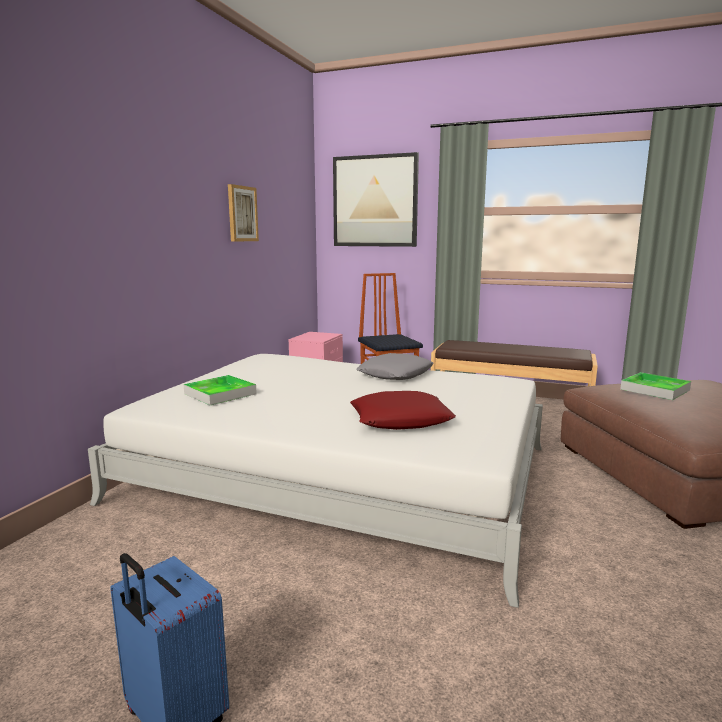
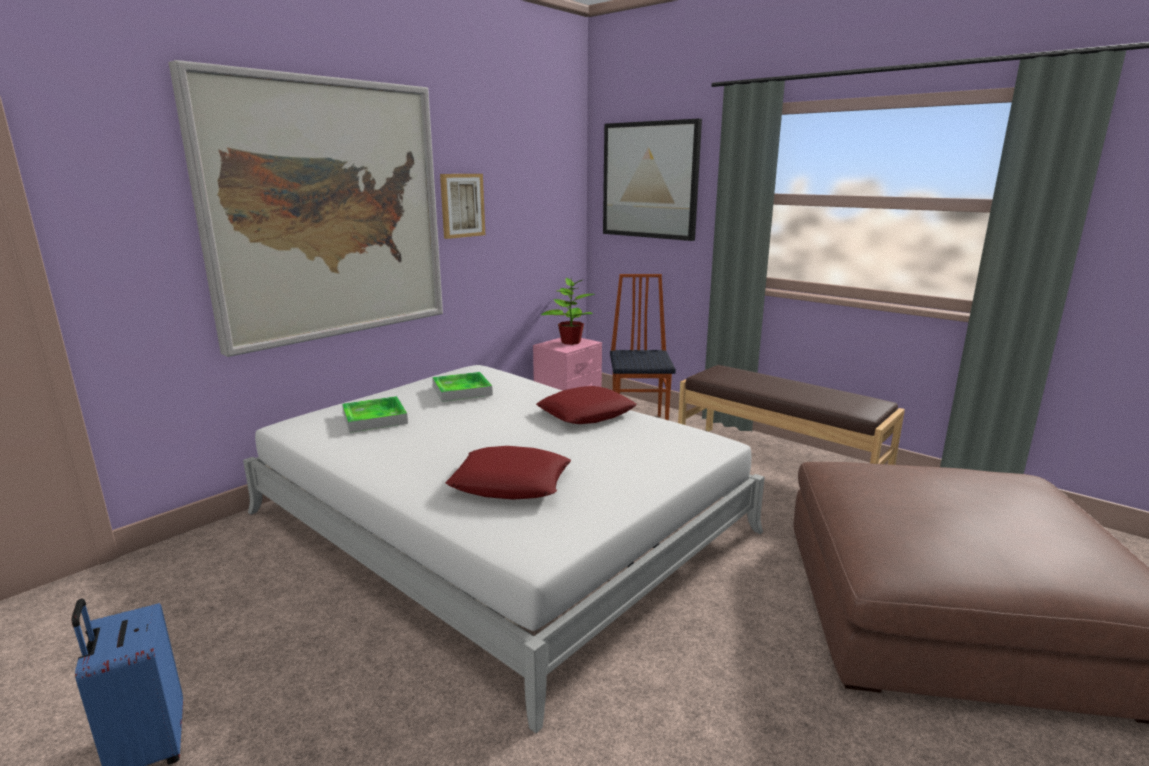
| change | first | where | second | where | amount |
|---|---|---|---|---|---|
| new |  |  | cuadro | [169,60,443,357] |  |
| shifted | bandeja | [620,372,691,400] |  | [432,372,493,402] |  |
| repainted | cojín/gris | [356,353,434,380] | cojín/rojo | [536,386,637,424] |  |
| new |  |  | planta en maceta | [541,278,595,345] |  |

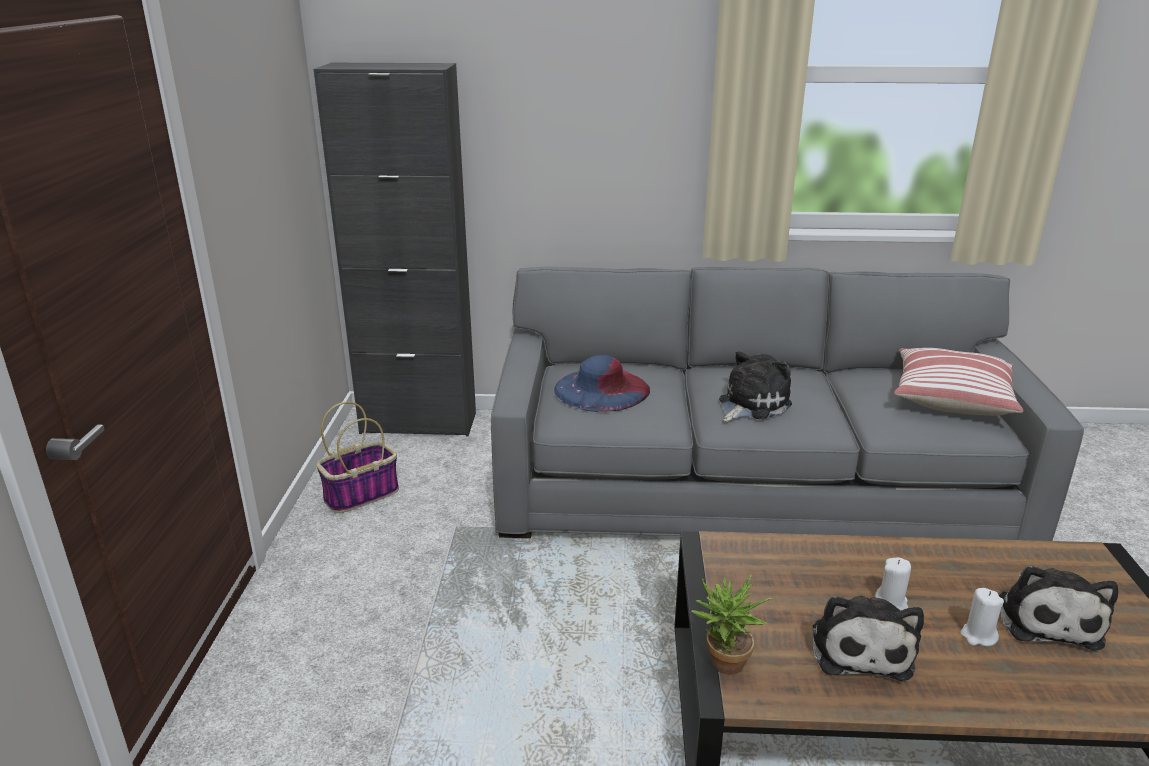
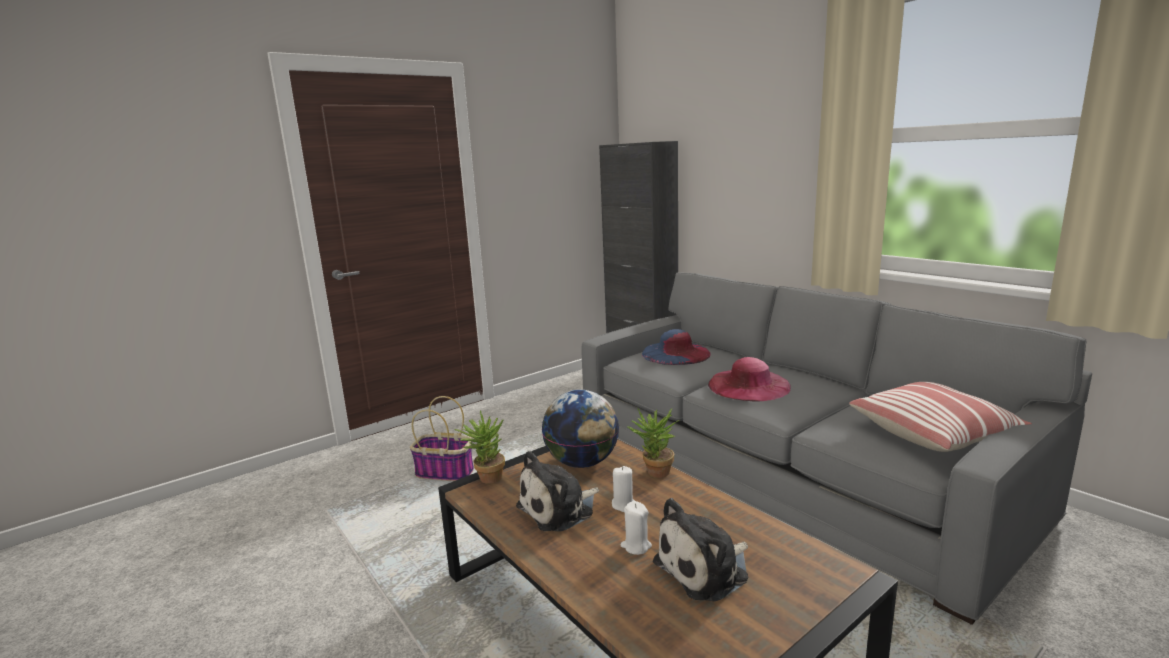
| change | first | where | second | where | amount |
|---|---|---|---|---|---|
| shifted | cesta | [316,402,399,513] |  | [410,396,474,481] |  |
| new |  |  | globo terráqueo | [542,390,619,468] |  |
| new |  |  | planta en maceta | [628,408,680,478] |  |
| swapped | peluche | [719,351,792,422] | sombrero/rosa | [708,357,791,401] |  |

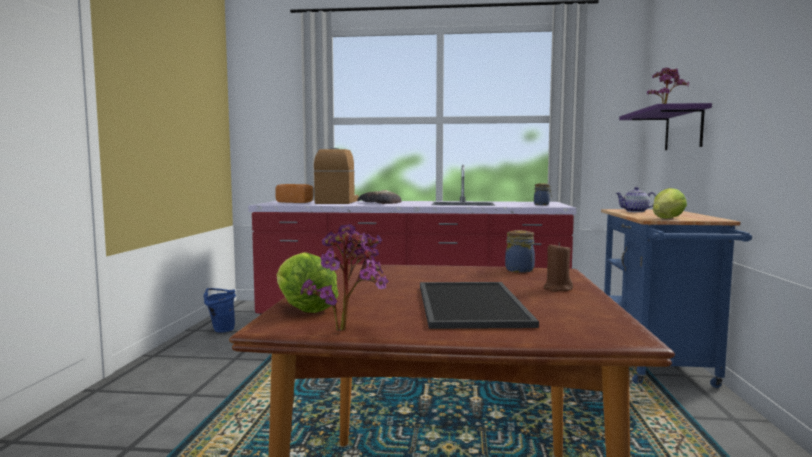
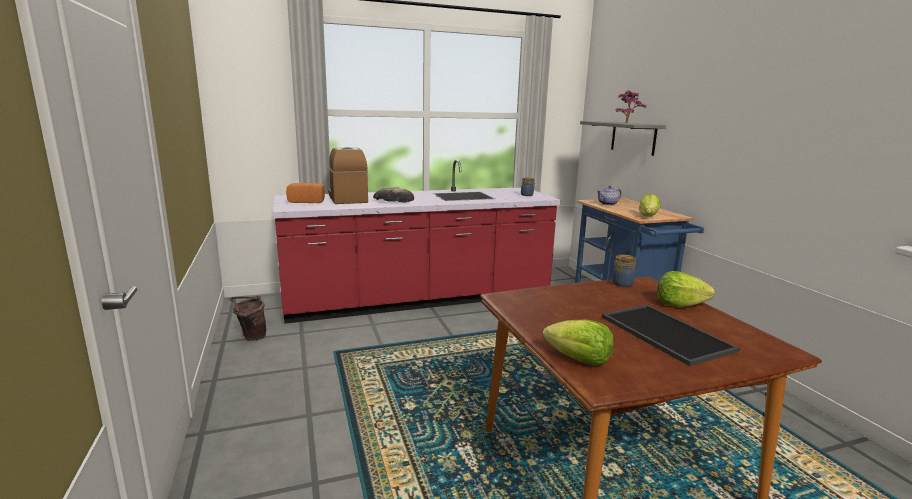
| change | first | where | second | where | amount |
|---|---|---|---|---|---|
| repainted | cubo/azul | [203,288,236,333] | cubo/marrón | [229,296,266,341] |  |
| repainted | estante/morado | [619,103,712,150] | estante/gris | [580,121,666,156] |  |
| swapped | vela/marrón | [544,242,573,292] | lechuga | [657,271,715,307] |  |
| gone | planta en maceta | [300,224,389,331] |  |  |  |

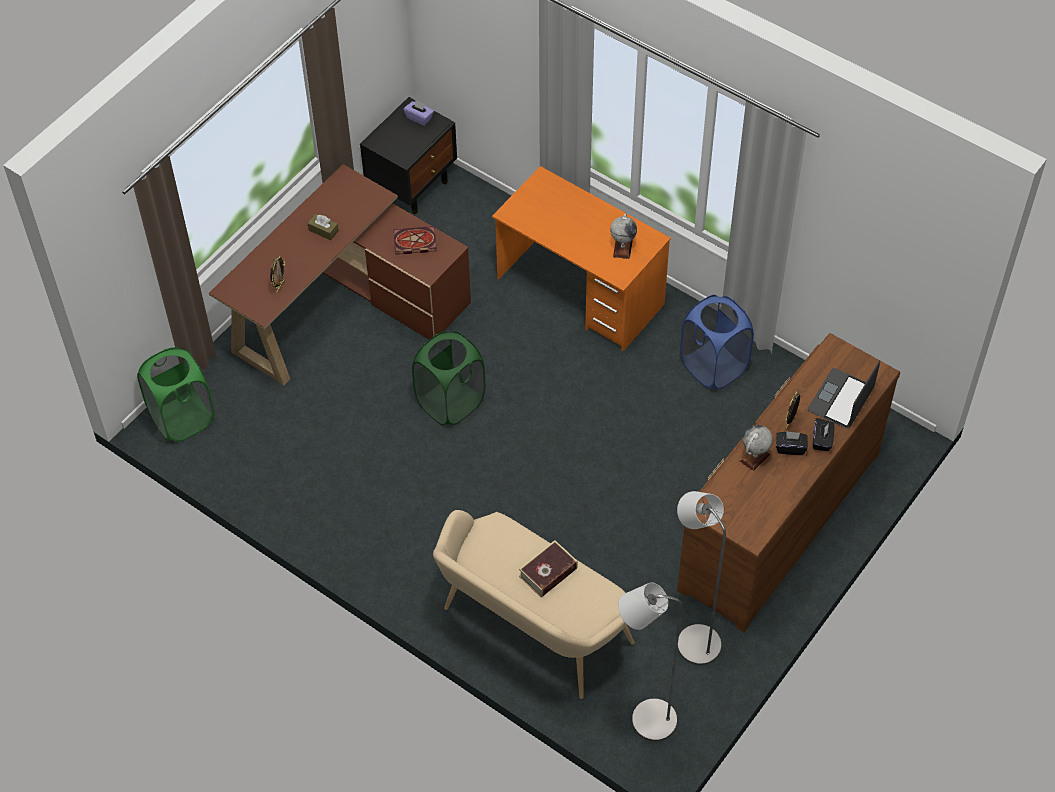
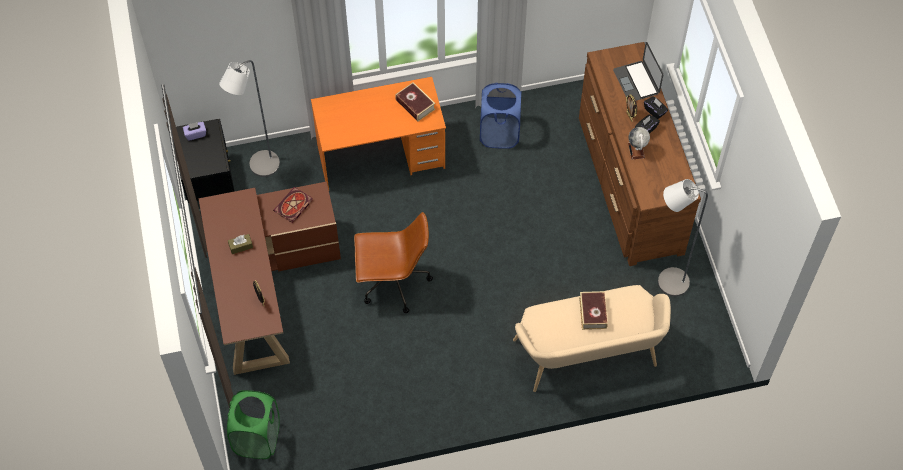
| change | first | where | second | where | amount |
|---|---|---|---|---|---|
| shifted | lámpara de pie/gris | [618,583,682,742] |  | [219,60,280,177] |  |
| swapped | cesto de la ropa/verde | [412,331,486,426] | silla de oficina/marrón | [354,212,433,313] |  |
| swapped | globo terráqueo | [610,214,637,259] | libro | [395,82,435,121] |  |

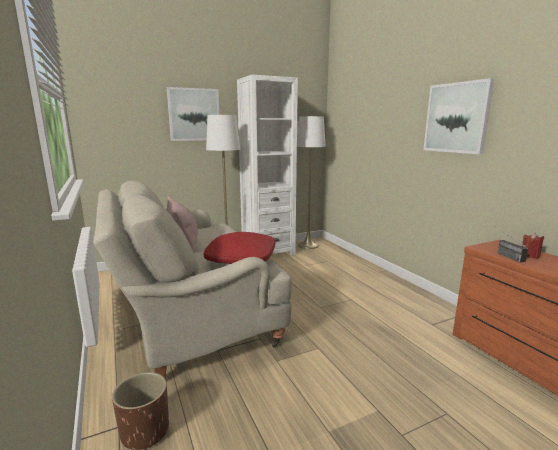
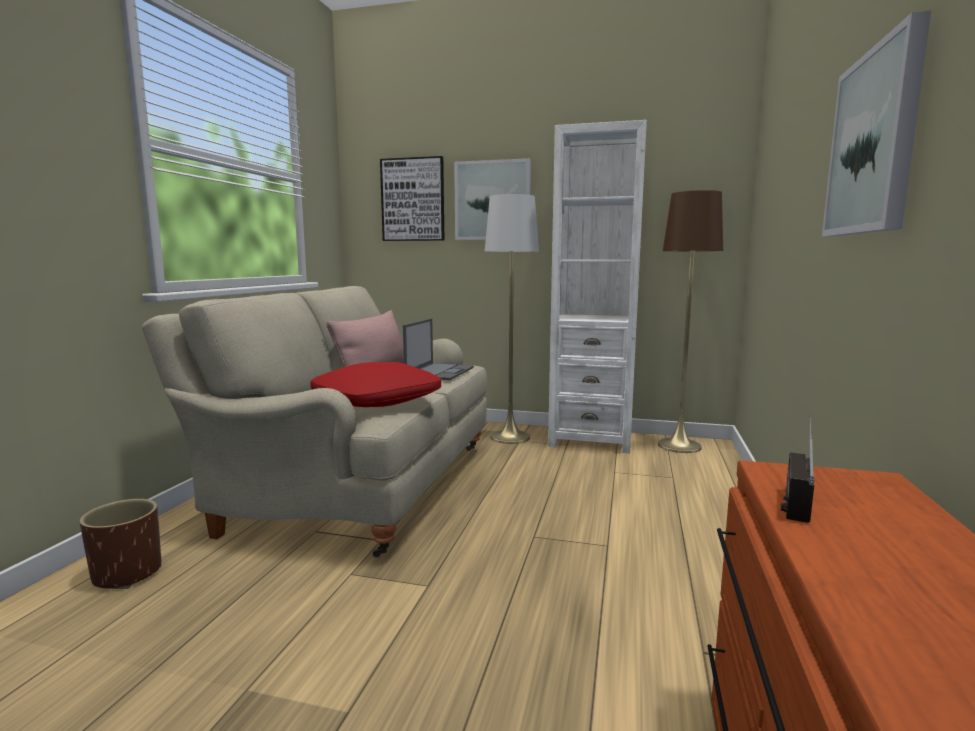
| change | first | where | second | where | amount |
|---|---|---|---|---|---|
| new |  |  | cuadro | [380,156,444,241] |  |
| new |  |  | portátil | [403,319,474,380] |  |
| repainted | lámpara de pie/blanco | [297,116,326,249] | lámpara de pie/marrón | [658,190,723,453] |  |
| gone | vela/rojo | [522,233,544,259] |  |  |  |

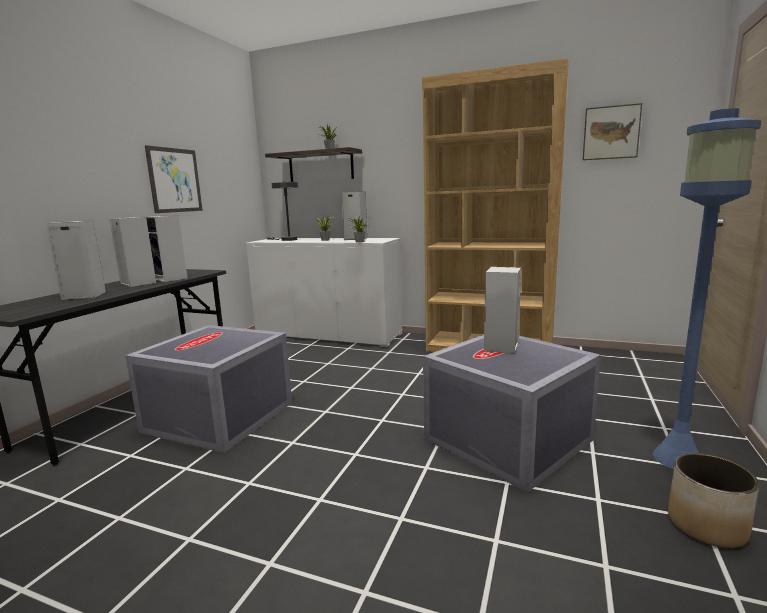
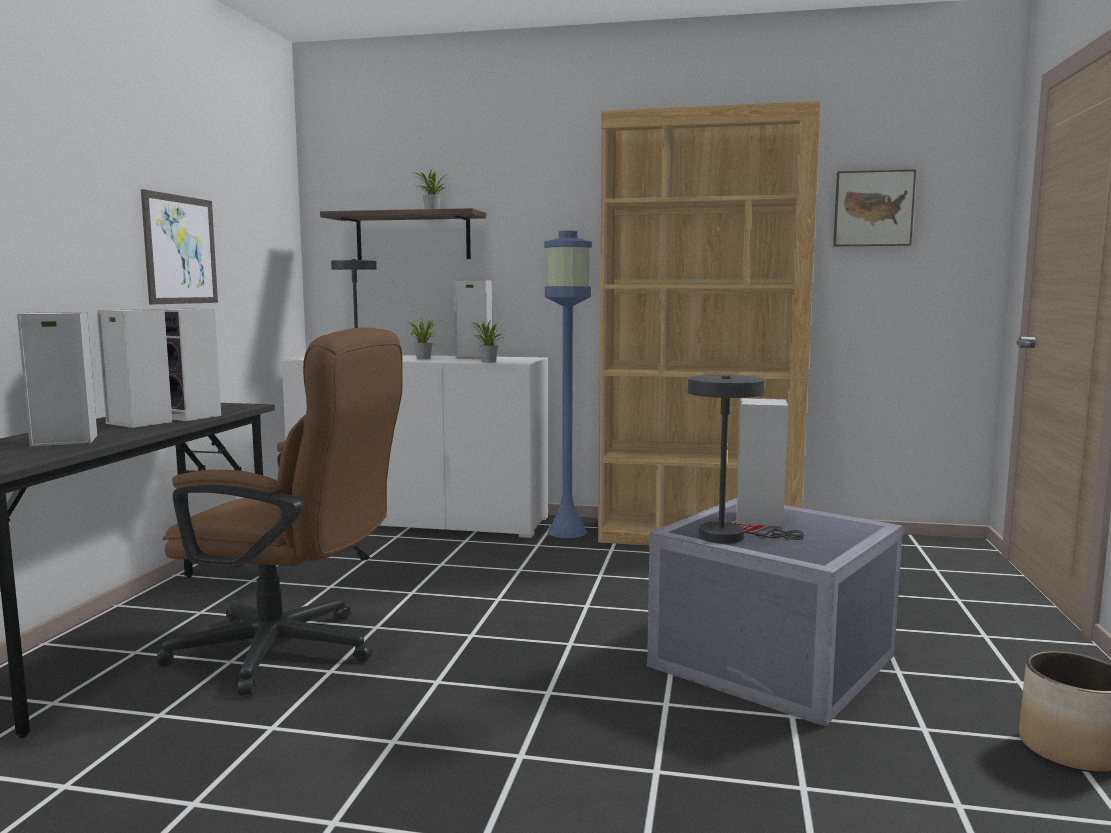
| change | first | where | second | where | amount |
|---|---|---|---|---|---|
| swapped | caja de almacenaje/gris | [125,325,292,453] | silla de oficina/marrón | [157,327,403,695] |  |
| shifted | lámpara de pie/azul | [653,108,761,469] |  | [544,231,592,538] |  |
| new |  |  | lámpara de mesa/gris | [688,375,804,544] |  |

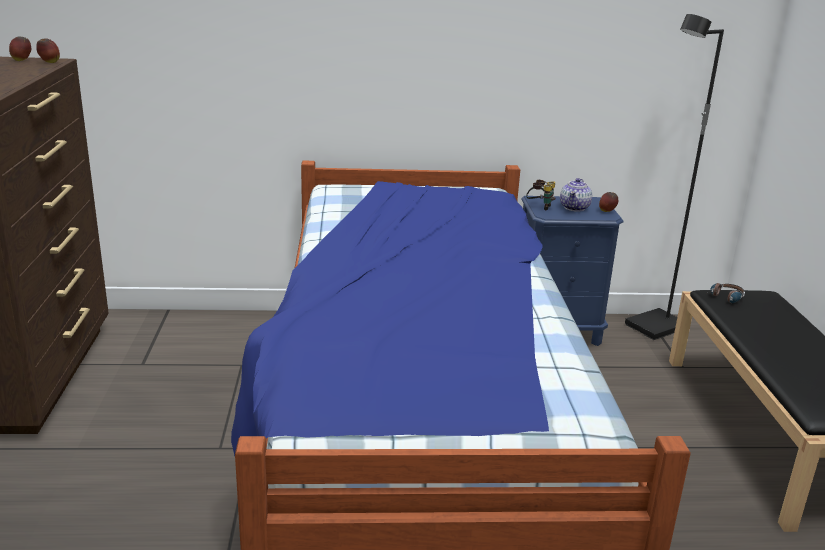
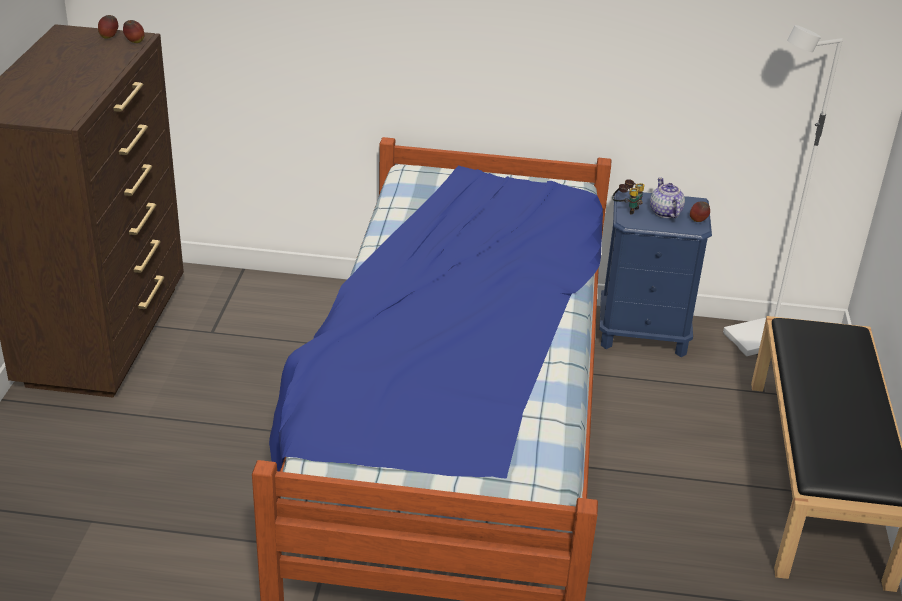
| change | first | where | second | where | amount |
|---|---|---|---|---|---|
| rotated | tetera | [560,178,592,212] |  | [650,177,685,218] | 135 degrees clockwise |
| repainted | lámpara de pie/negro | [625,14,724,340] | lámpara de pie/blanco | [723,25,843,356] |  |
| gone | auriculares | [710,283,745,303] |  |  |  |

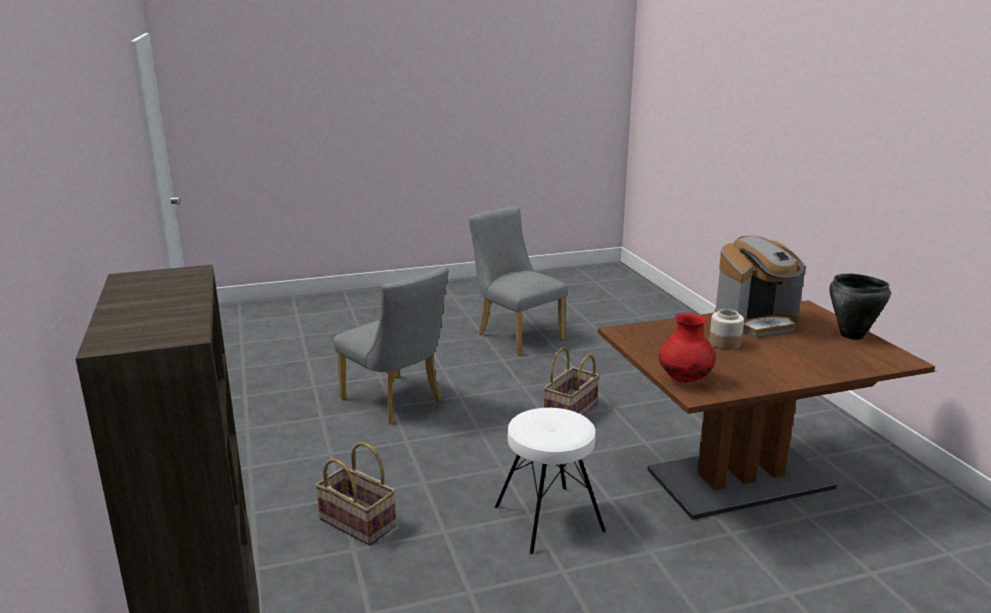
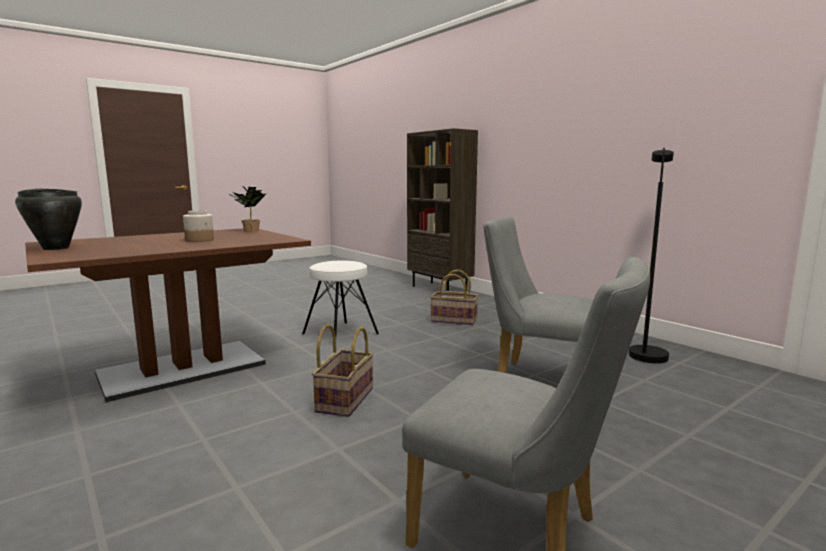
| change | first | where | second | where | amount |
|---|---|---|---|---|---|
| swapped | florero/rojo | [659,313,716,383] | planta en maceta | [229,187,266,232] |  |
| new |  |  | lámpara de pie/negro | [629,148,674,364] |  |
| gone | cafetera | [715,236,806,337] |  |  |  |

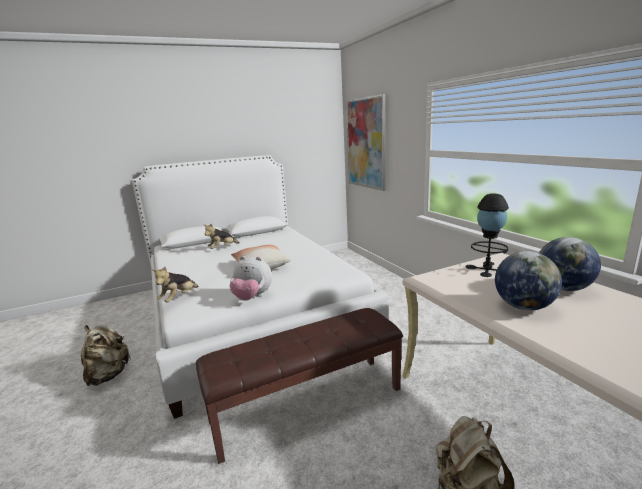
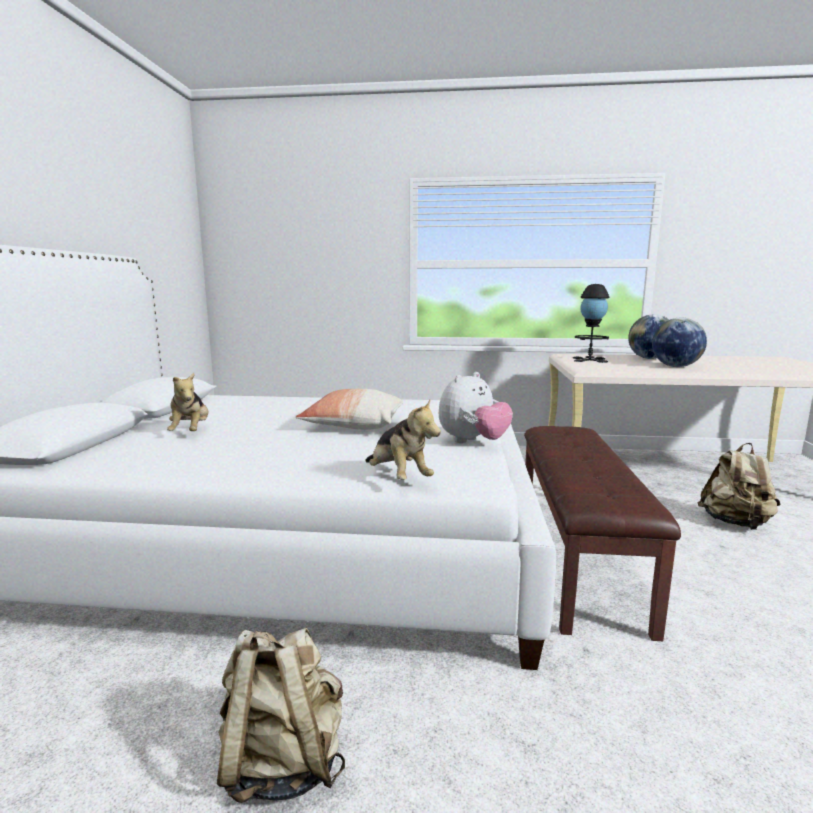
| change | first | where | second | where | amount |
|---|---|---|---|---|---|
| gone | cuadro | [346,94,386,191] |  |  |  |

